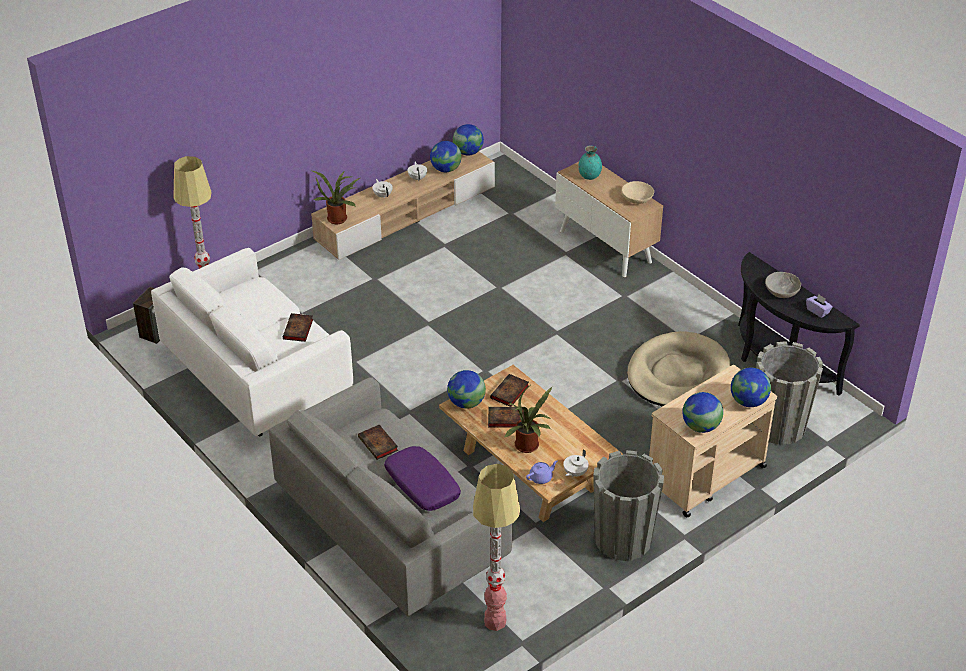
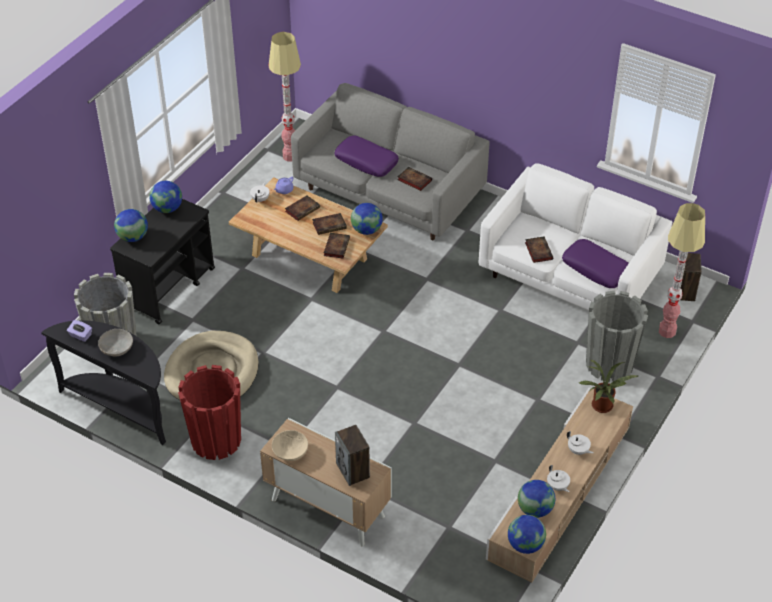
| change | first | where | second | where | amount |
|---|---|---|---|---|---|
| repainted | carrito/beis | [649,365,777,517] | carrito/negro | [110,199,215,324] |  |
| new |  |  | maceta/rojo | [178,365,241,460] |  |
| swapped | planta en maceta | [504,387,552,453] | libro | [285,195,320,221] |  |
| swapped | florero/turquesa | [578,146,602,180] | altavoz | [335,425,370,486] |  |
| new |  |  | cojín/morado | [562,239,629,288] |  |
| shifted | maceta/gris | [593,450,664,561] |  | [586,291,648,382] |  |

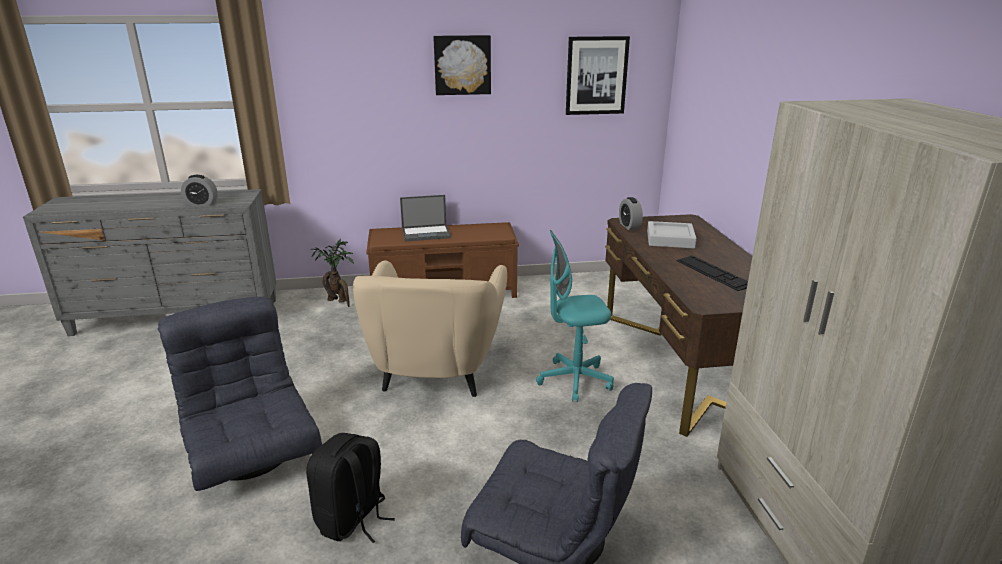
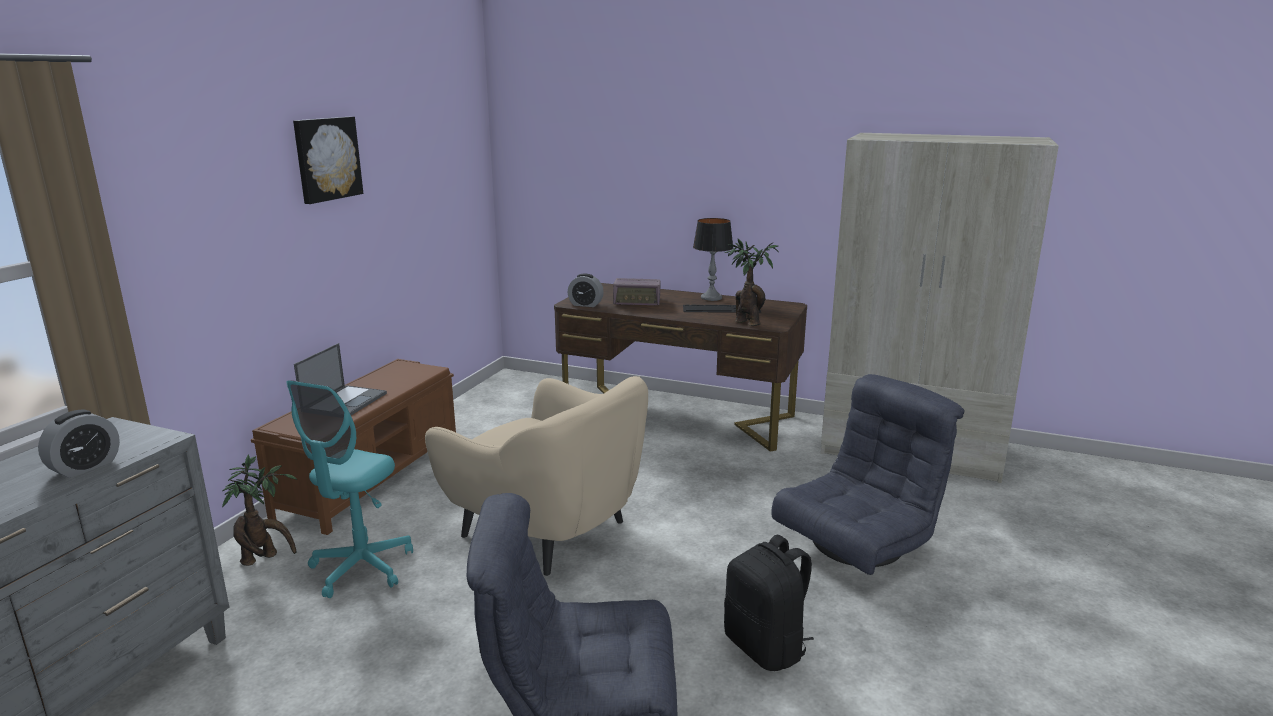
| change | first | where | second | where | amount |
|---|---|---|---|---|---|
| shifted | silla de oficina/turquesa | [536,230,614,402] |  | [287,380,413,598] |  |
| swapped | bandeja/gris | [647,221,697,249] | radio | [613,278,661,305] |  |
| new |  |  | lámpara de mesa | [693,218,733,301] |  |
| new |  |  | planta en maceta | [725,239,779,326] |  |
| gone | cuadro | [566,36,630,115] |  |  |  |

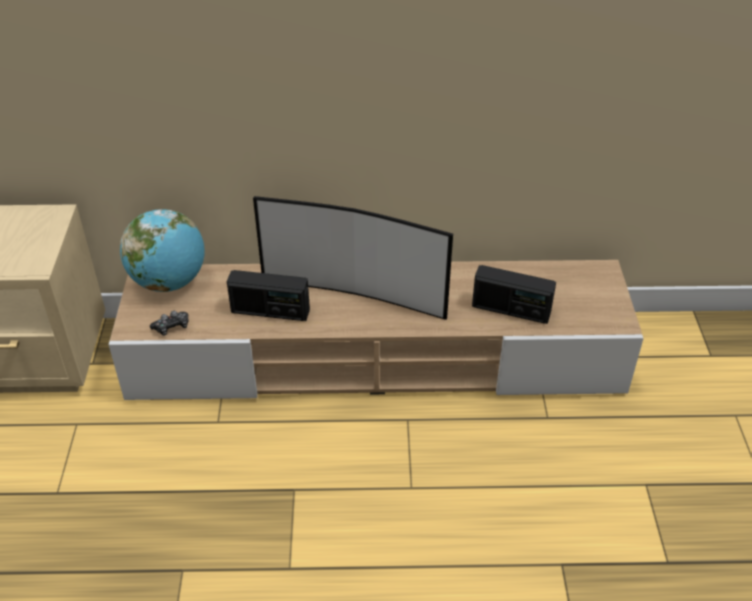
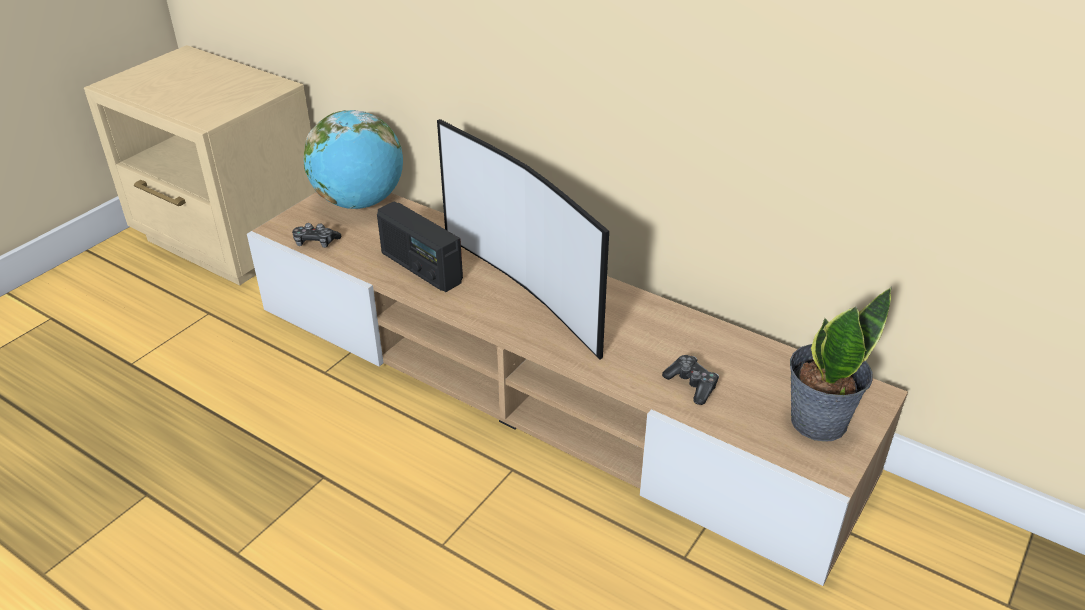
| change | first | where | second | where | amount |
|---|---|---|---|---|---|
| swapped | radio | [472,265,556,324] | mando de consola | [662,355,719,405] |  |
| new |  |  | planta en maceta | [790,287,892,442] |  |

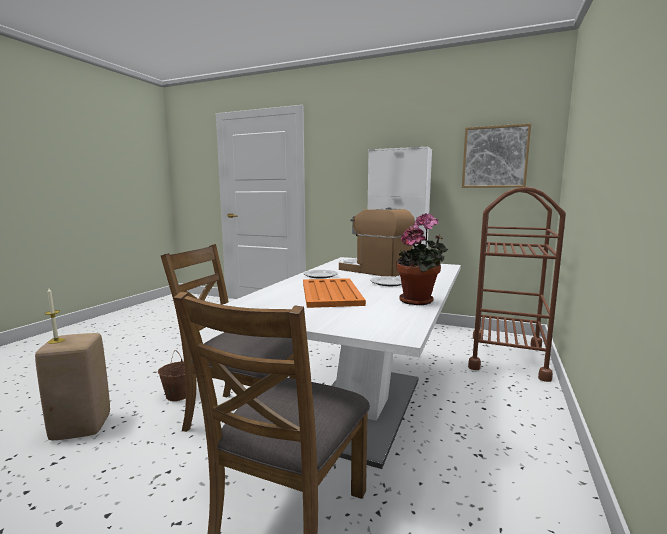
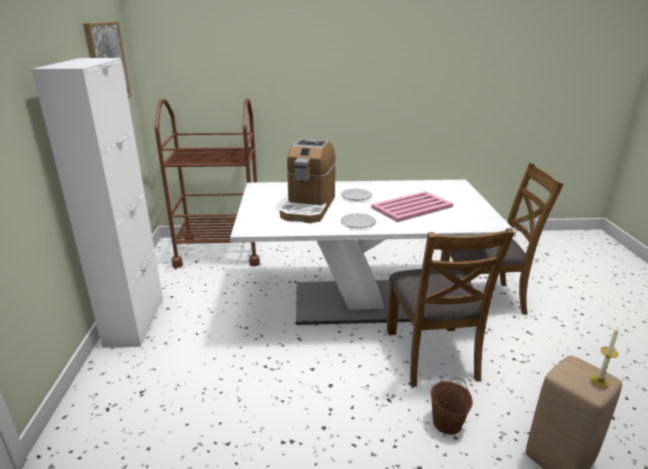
| change | first | where | second | where | amount |
|---|---|---|---|---|---|
| repainted | bandeja/naranja | [303,278,366,308] | bandeja/rosa | [371,191,453,222] |  |
| gone | planta en maceta | [396,213,448,305] |  |  |  |

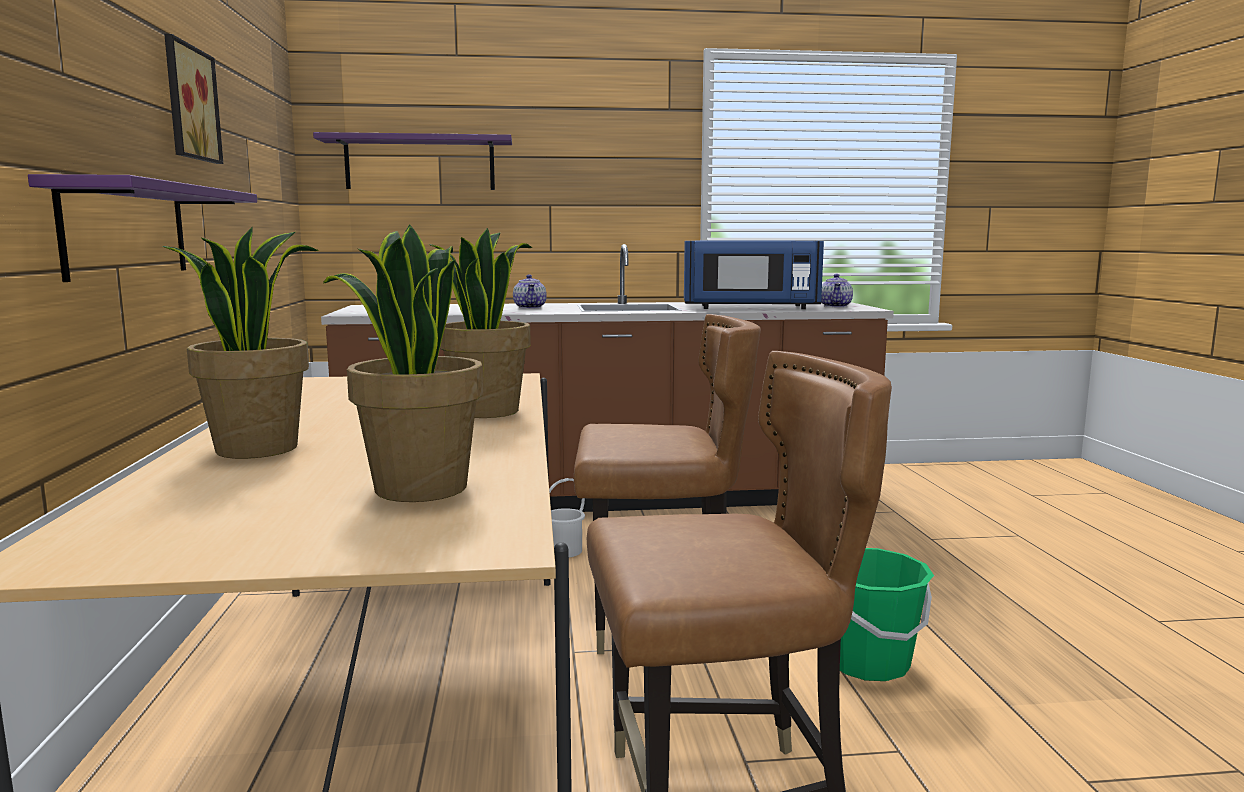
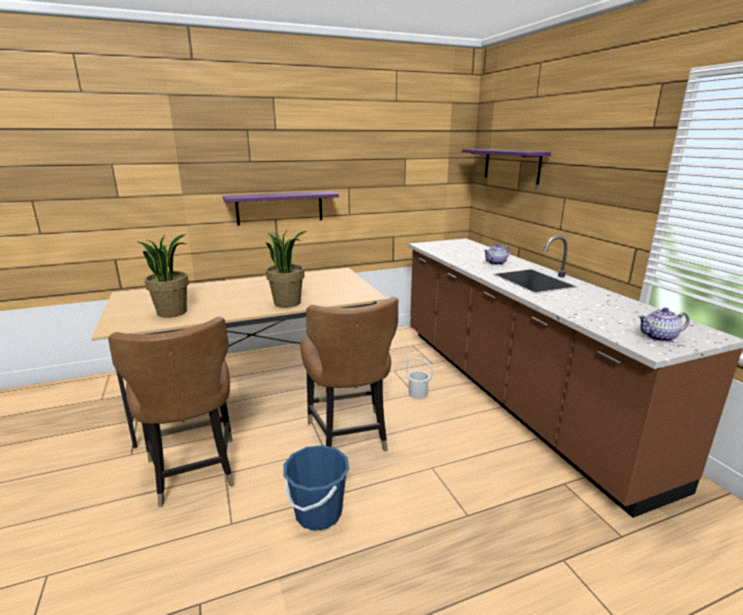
| change | first | where | second | where | amount |
|---|---|---|---|---|---|
| repainted | cubo/verde | [840,548,934,681] | cubo/azul | [283,445,350,531] |  |
| gone | planta en maceta | [163,226,319,459] |  |  |  |
| gone | cuadro | [164,34,223,164] |  |  |  |
| gone | microondas/azul | [684,240,824,309] |  |  |  |

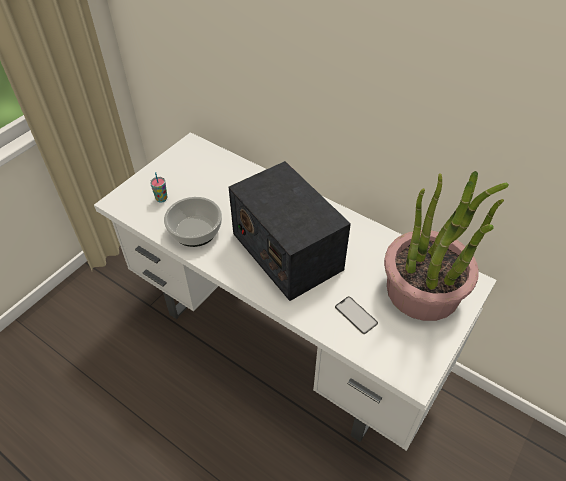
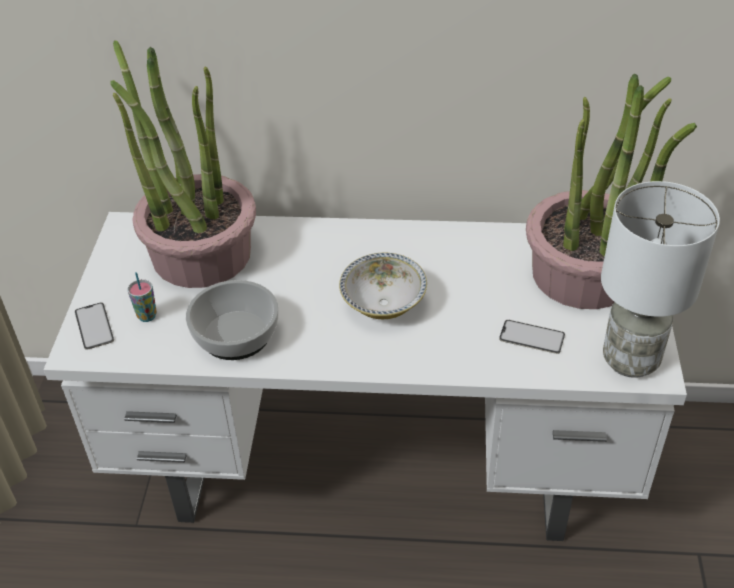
| change | first | where | second | where | amount |
|---|---|---|---|---|---|
| new |  |  | móvil | [75,302,114,350] |  |
| new |  |  | planta en maceta | [110,40,256,288] |  |
| swapped | radio | [229,161,351,301] | cuenco | [339,253,427,319] |  |
| new |  |  | lámpara de mesa/blanco | [601,181,720,378] |  |

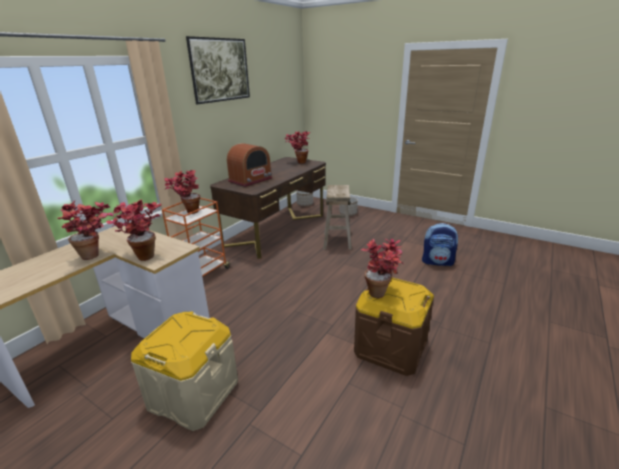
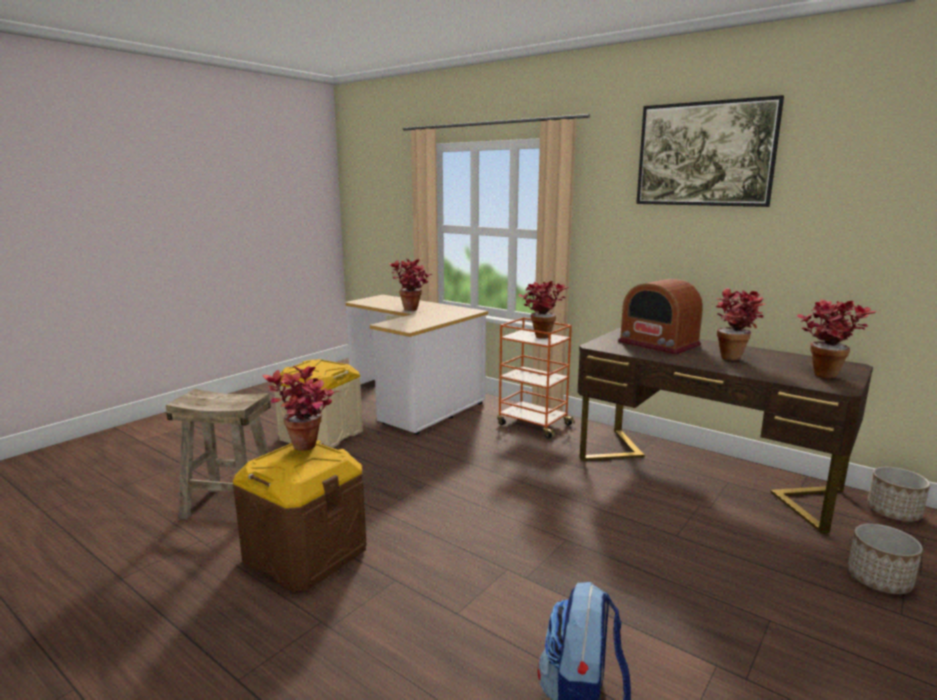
| change | first | where | second | where | amount |
|---|---|---|---|---|---|
| shifted | taburete/beis | [323,185,352,250] |  | [166,389,271,519] |  |
| shifted | planta en maceta | [106,199,162,261] |  | [716,288,765,360] |  |

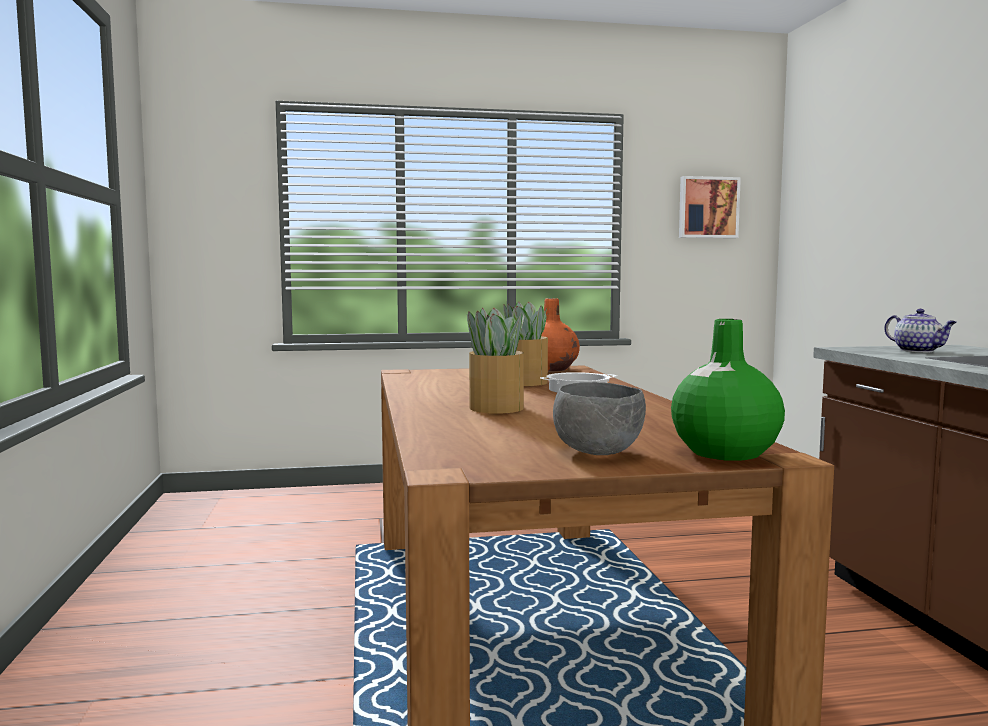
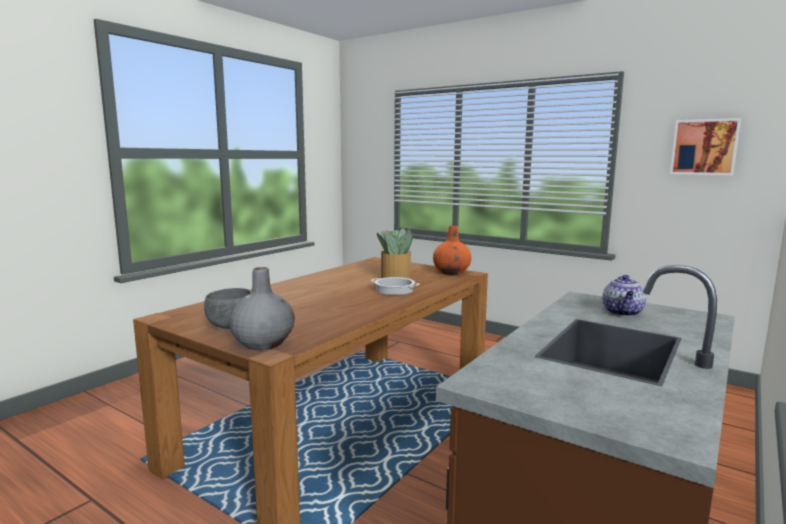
| change | first | where | second | where | amount |
|---|---|---|---|---|---|
| repainted | florero/verde | [671,319,785,461] | florero/gris | [230,267,295,350] |  |
| gone | planta en maceta | [467,308,524,414] |  |  |  |

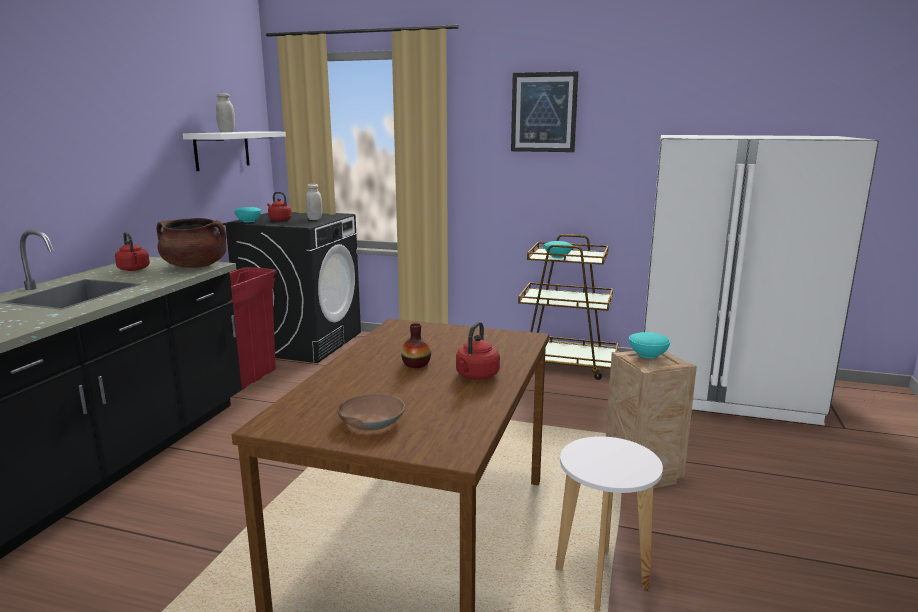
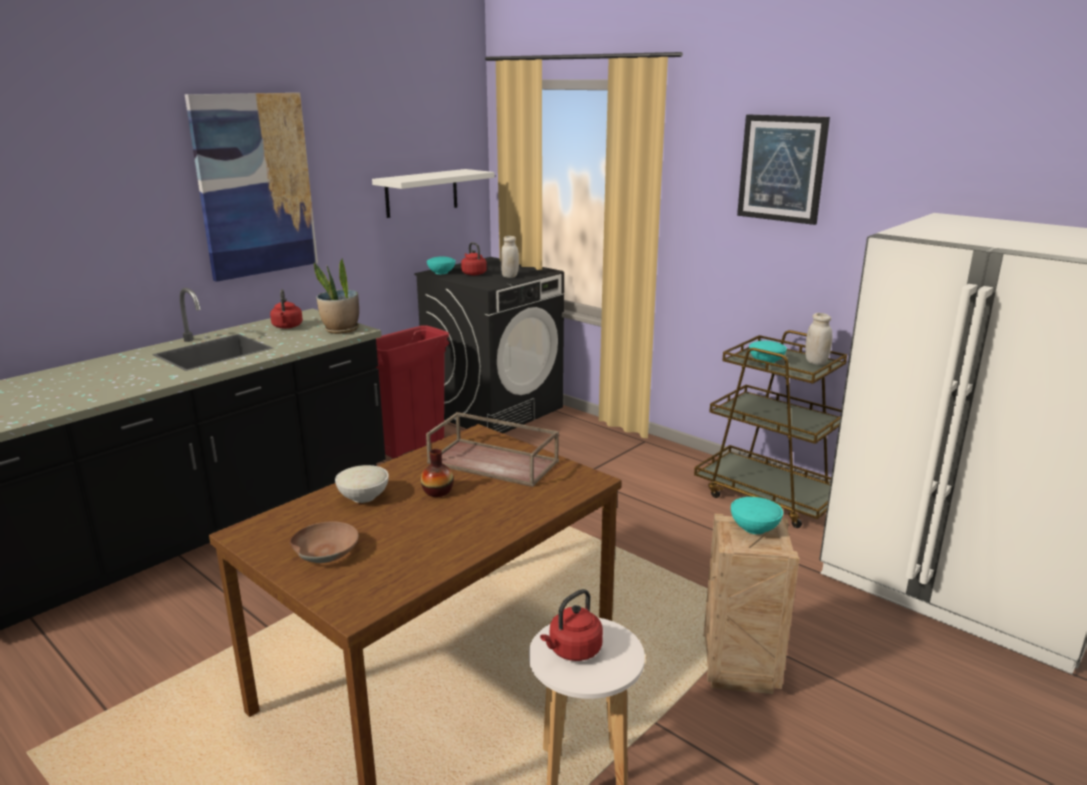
| change | first | where | second | where | amount |
|---|---|---|---|---|---|
| new |  |  | cuadro | [185,93,318,282] |  |
| swapped | olla/marrón | [156,218,226,268] | planta en maceta | [314,259,359,334] |  |
| new |  |  | cuenco/blanco | [335,465,389,503] |  |
| new |  |  | bandeja/marrón | [426,412,559,487] |  |
| shifted | hervidor/rojo | [456,322,500,380] |  | [540,589,603,661] |  |
| shifted | tarro/blanco | [216,93,235,132] |  | [805,313,832,365] |  |

